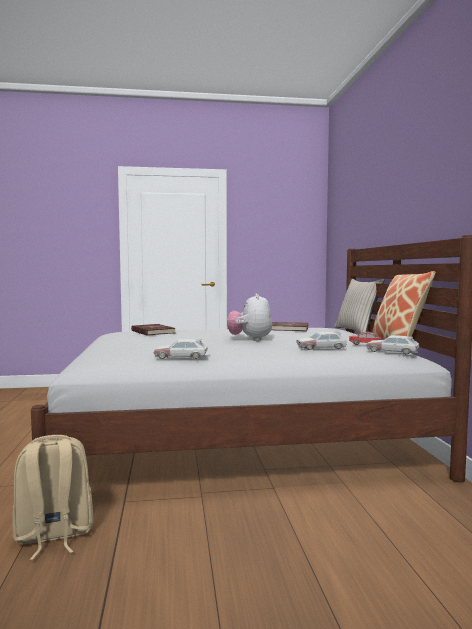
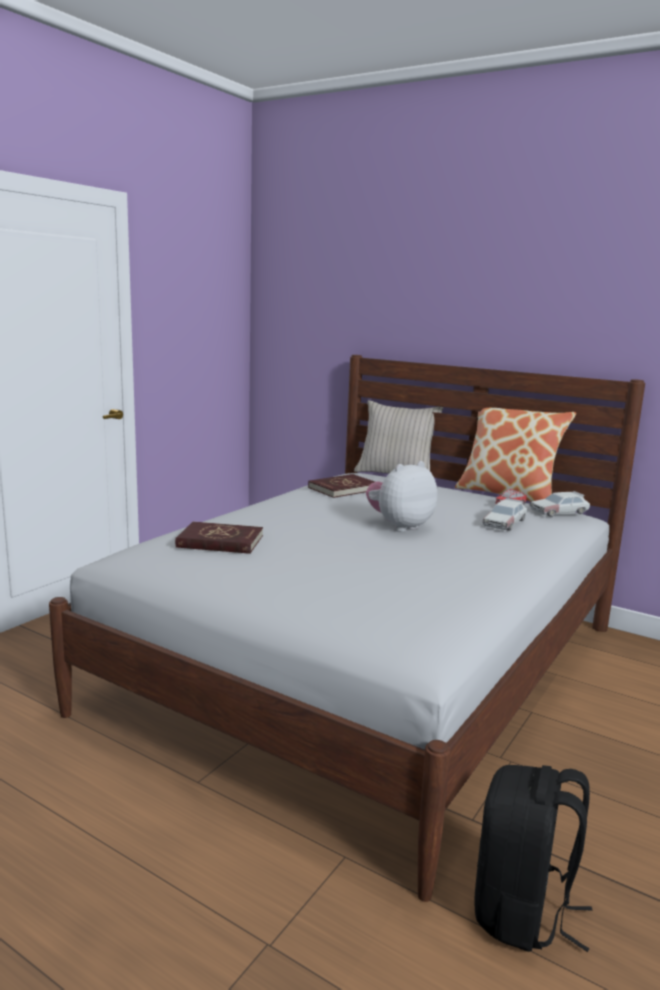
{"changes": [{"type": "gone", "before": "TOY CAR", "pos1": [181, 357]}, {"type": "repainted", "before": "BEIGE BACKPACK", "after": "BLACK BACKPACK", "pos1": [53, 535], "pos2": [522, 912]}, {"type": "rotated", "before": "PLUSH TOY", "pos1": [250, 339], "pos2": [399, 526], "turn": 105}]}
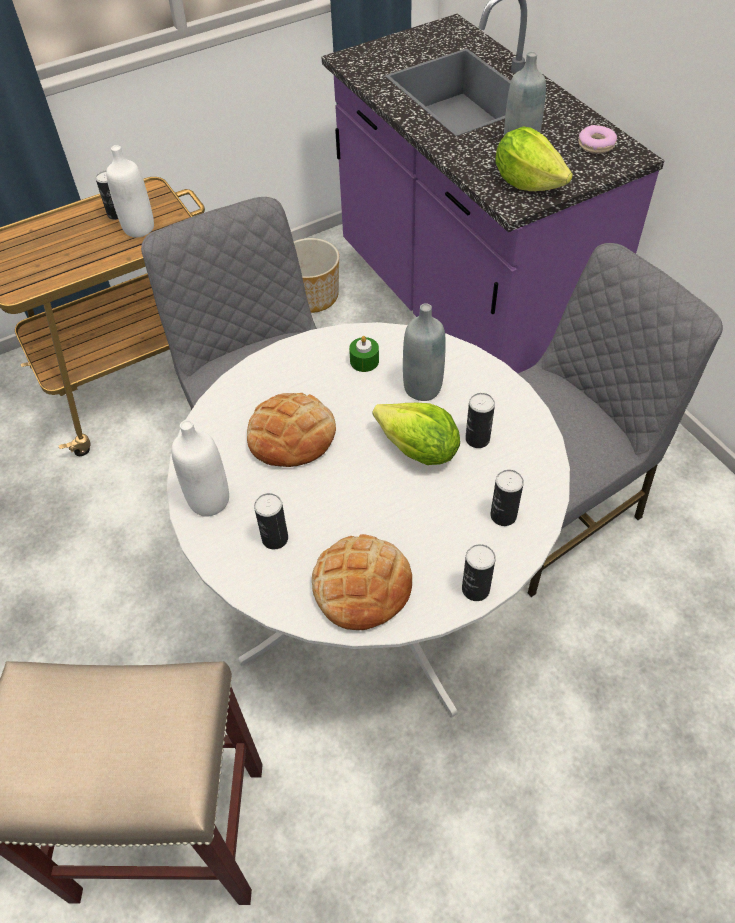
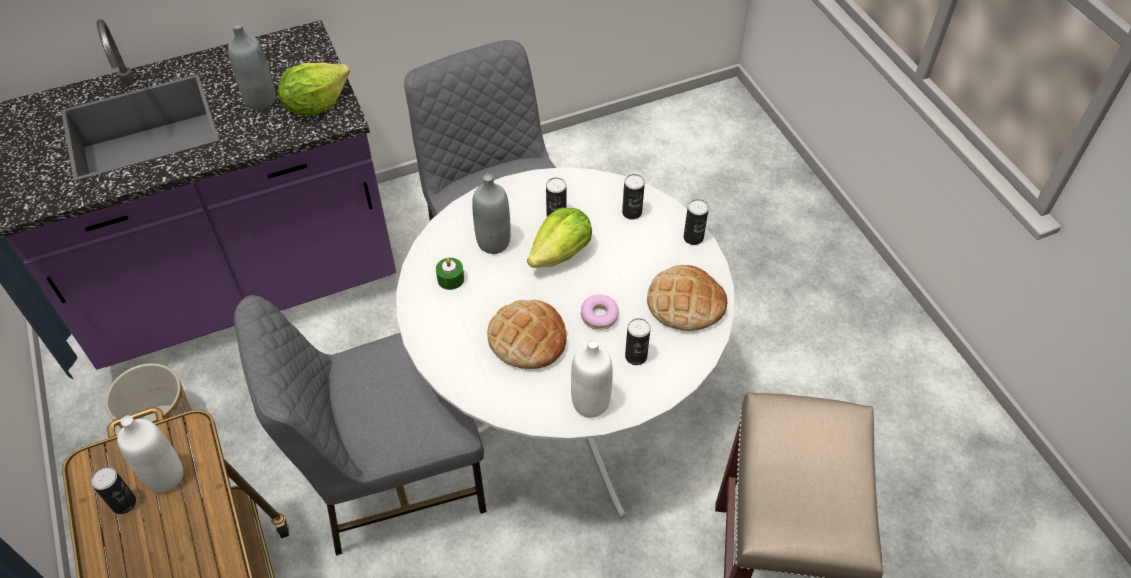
{"changes": [{"type": "shifted", "before": "DONUT", "pos1": [596, 145], "pos2": [599, 316]}]}
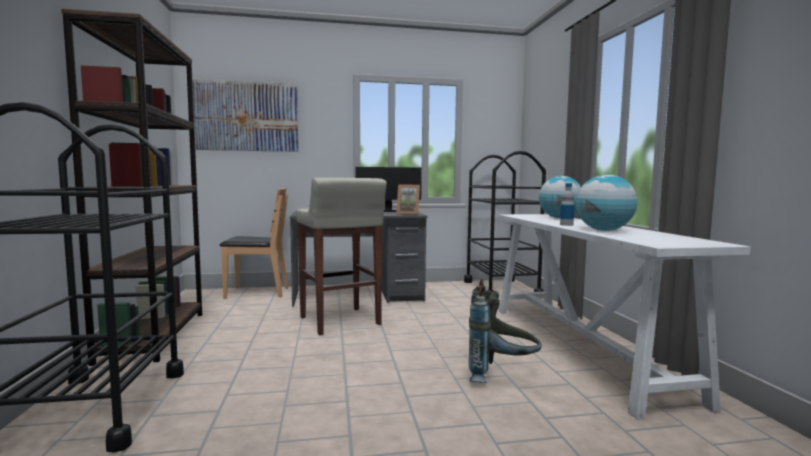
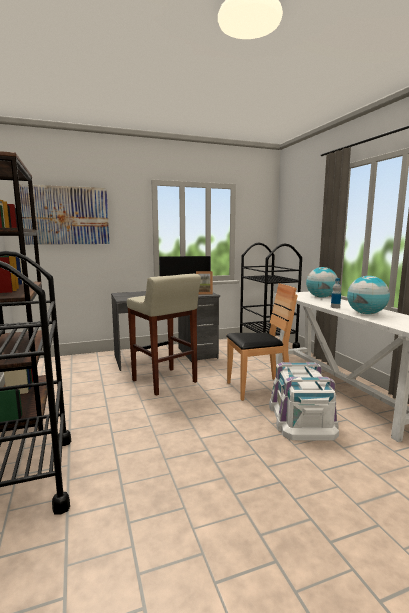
{"changes": [{"type": "shifted", "before": "BROWN CHAIR", "pos1": [256, 292], "pos2": [257, 388]}, {"type": "swapped", "before": "GREY BACKPACK", "after": "WHITE STORAGE BOX", "pos1": [500, 375], "pos2": [300, 418]}]}
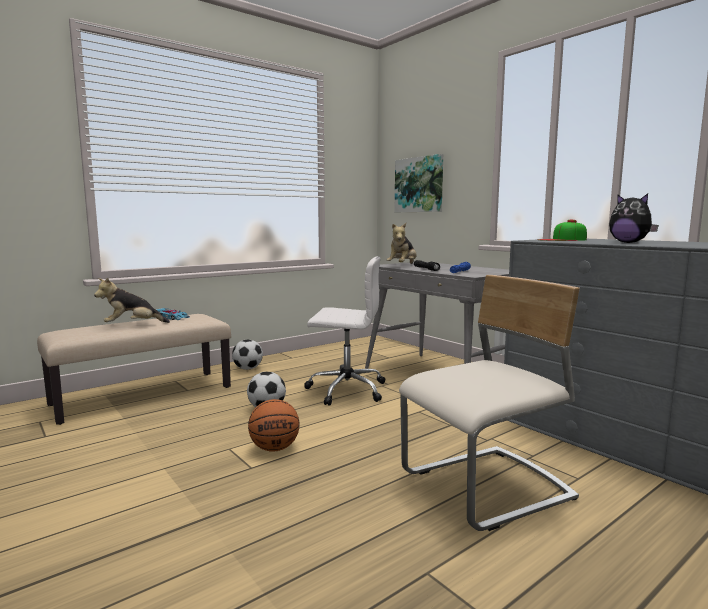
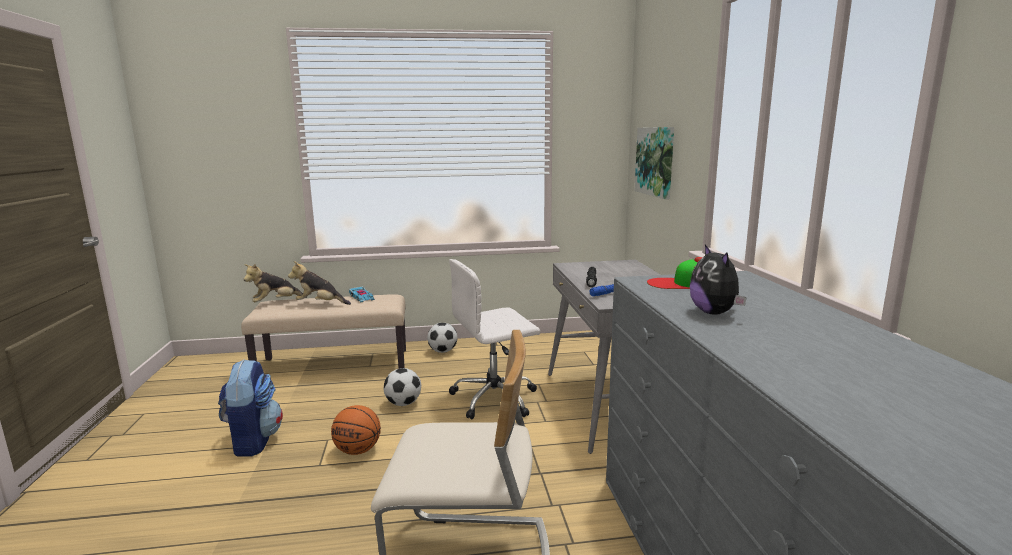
{"changes": [{"type": "new", "after": "BACKPACK", "pos2": [253, 441]}, {"type": "shifted", "before": "PLUSH TOY", "pos1": [402, 266], "pos2": [275, 303]}, {"type": "rotated", "before": "WHITE OFFICE CHAIR", "pos1": [345, 390], "pos2": [495, 398], "turn": 120}]}
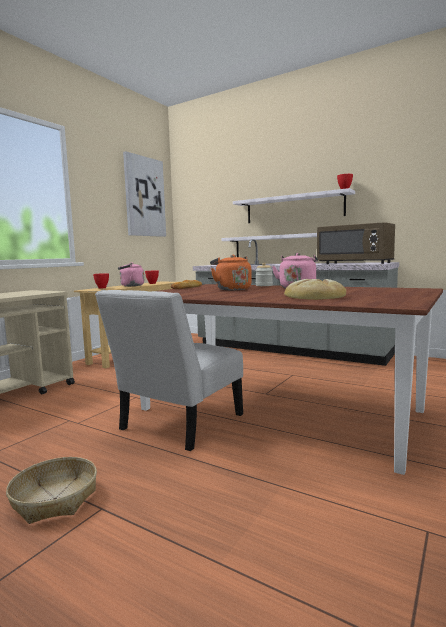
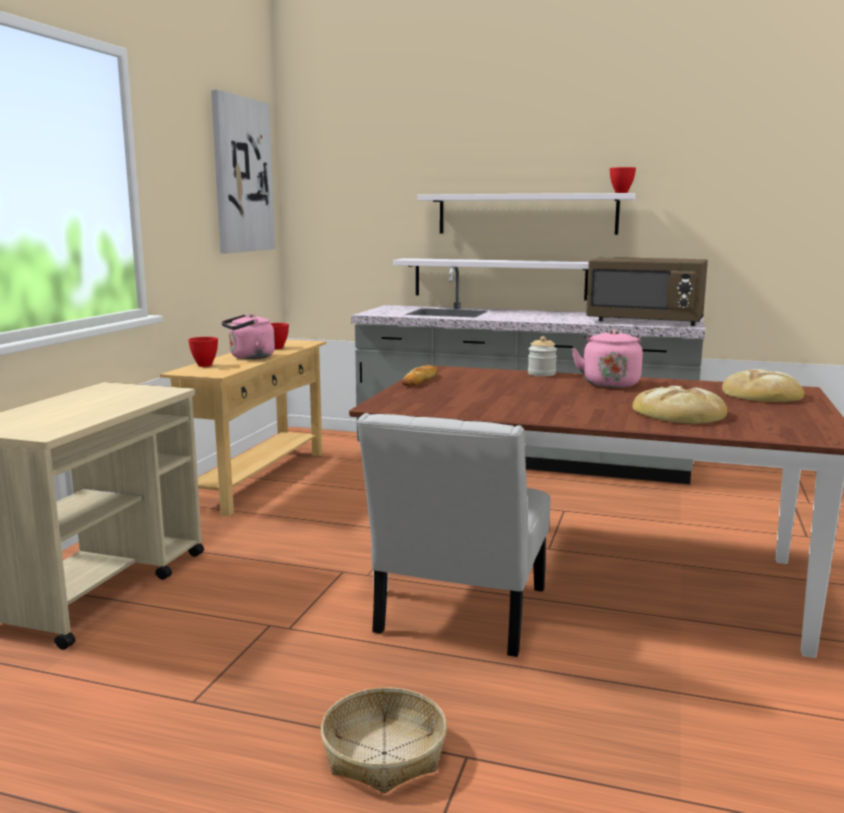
{"changes": [{"type": "gone", "before": "ORANGE KETTLE", "pos1": [232, 289]}, {"type": "new", "after": "BREAD", "pos2": [762, 394]}]}
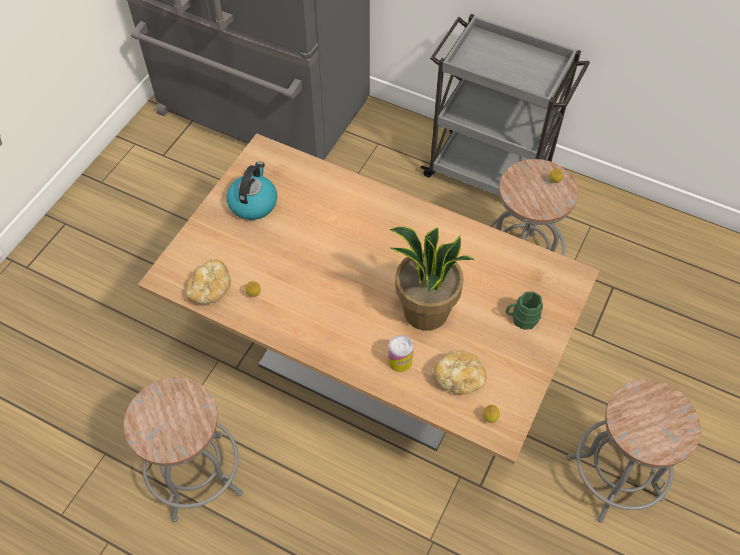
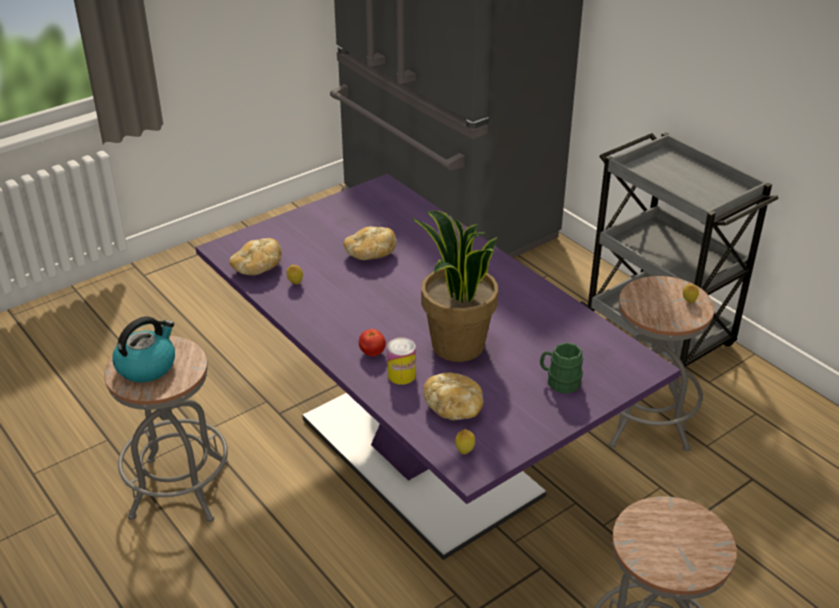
{"changes": [{"type": "new", "after": "BREAD", "pos2": [370, 254]}, {"type": "new", "after": "TOMATO", "pos2": [372, 352]}, {"type": "shifted", "before": "KETTLE", "pos1": [253, 203], "pos2": [147, 366]}, {"type": "repainted", "before": "BROWN DINING TABLE", "after": "PURPLE DINING TABLE", "pos1": [369, 364], "pos2": [419, 456]}]}
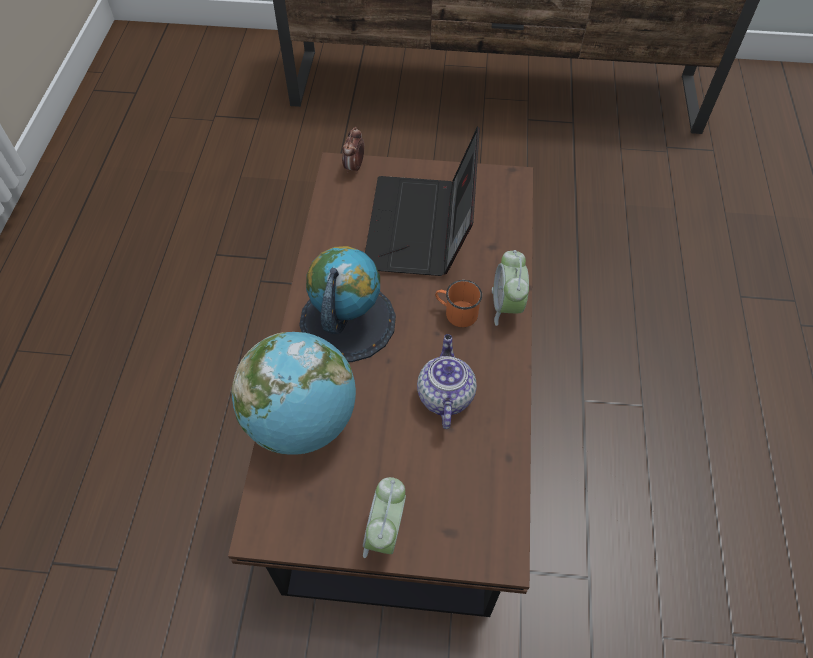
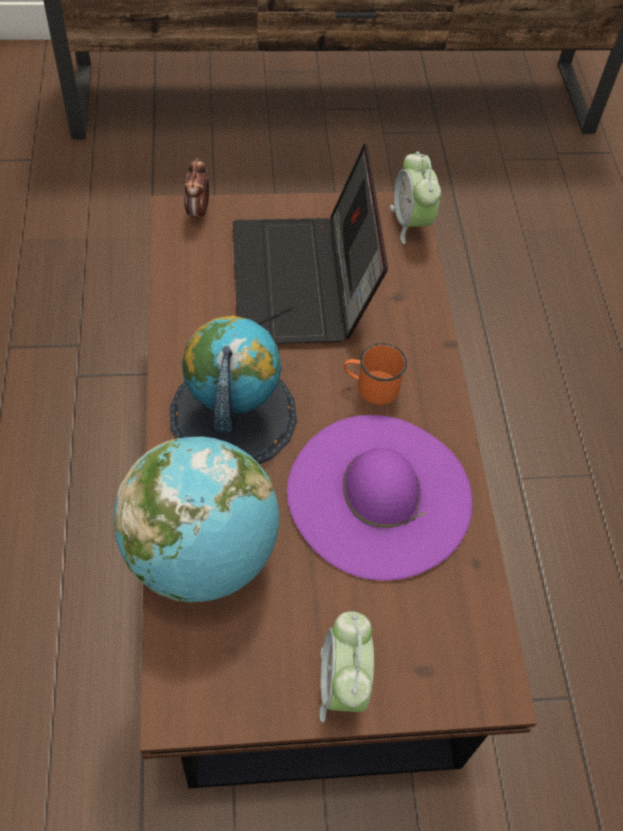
{"changes": [{"type": "shifted", "before": "ALARM CLOCK", "pos1": [507, 306], "pos2": [411, 222]}, {"type": "swapped", "before": "TEAPOT", "after": "PURPLE HAT", "pos1": [444, 395], "pos2": [379, 494]}]}
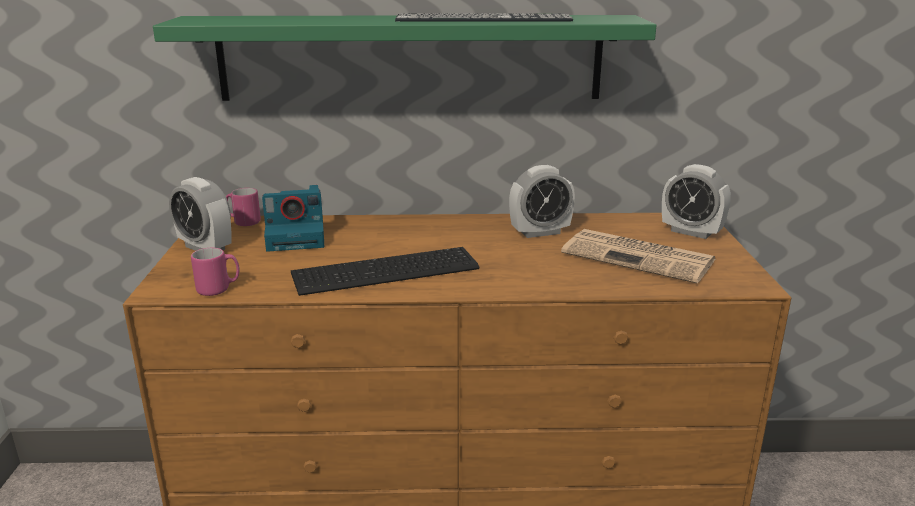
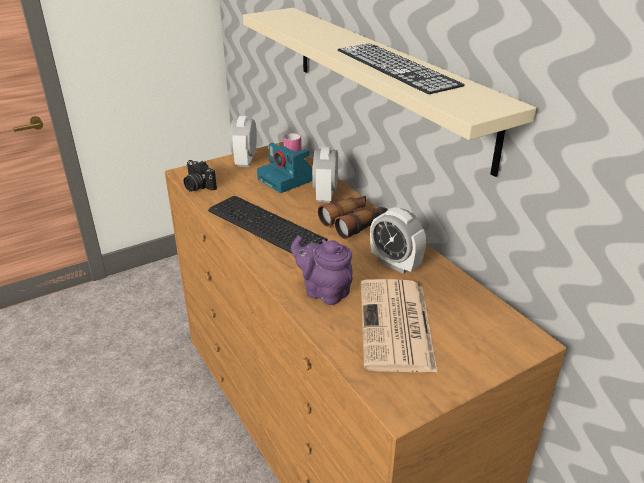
{"changes": [{"type": "new", "after": "PURPLE TEAPOT", "pos2": [324, 291]}, {"type": "new", "after": "BINOCULARS", "pos2": [354, 223]}, {"type": "shifted", "before": "ALARM CLOCK", "pos1": [691, 232], "pos2": [325, 195]}, {"type": "swapped", "before": "PINK MUG", "after": "PHOTO CAMERA", "pos1": [219, 289], "pos2": [198, 186]}, {"type": "repainted", "before": "GREEN SHELF", "after": "BEIGE SHELF", "pos1": [410, 58], "pos2": [385, 81]}]}
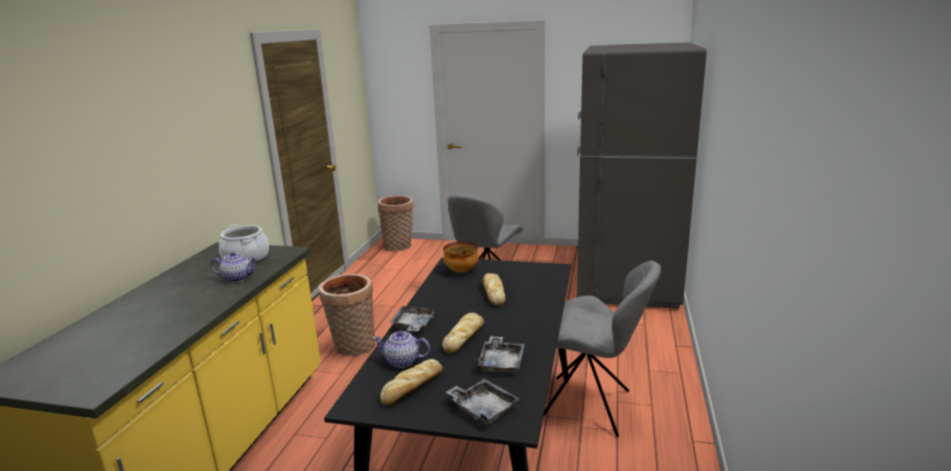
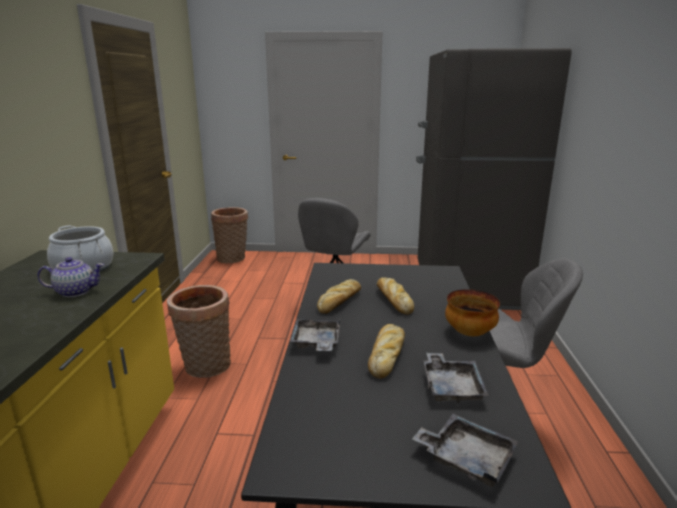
{"changes": [{"type": "gone", "before": "TEAPOT", "pos1": [403, 361]}, {"type": "shifted", "before": "BREAD", "pos1": [412, 388], "pos2": [339, 301]}, {"type": "shifted", "before": "BOWL", "pos1": [462, 271], "pos2": [470, 333]}]}
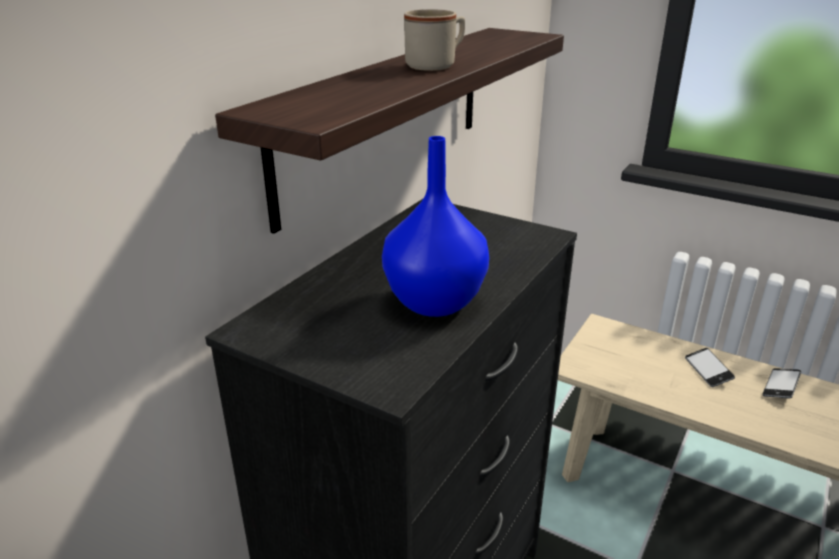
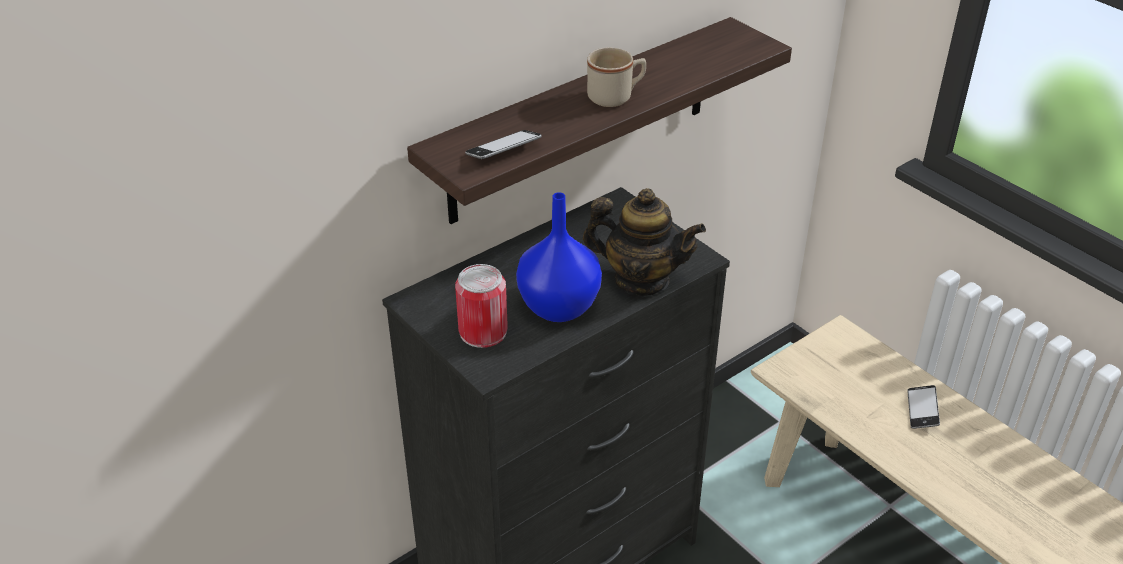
{"changes": [{"type": "new", "after": "CAN", "pos2": [483, 331]}, {"type": "new", "after": "TEAPOT", "pos2": [641, 280]}, {"type": "shifted", "before": "PHONE", "pos1": [780, 387], "pos2": [503, 150]}]}
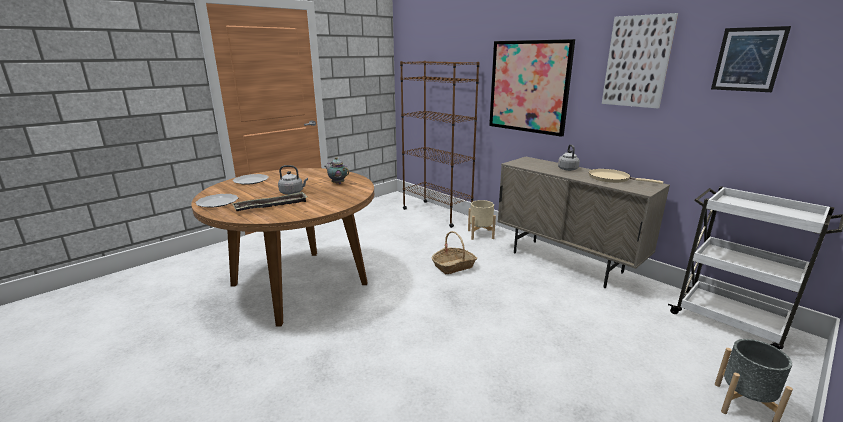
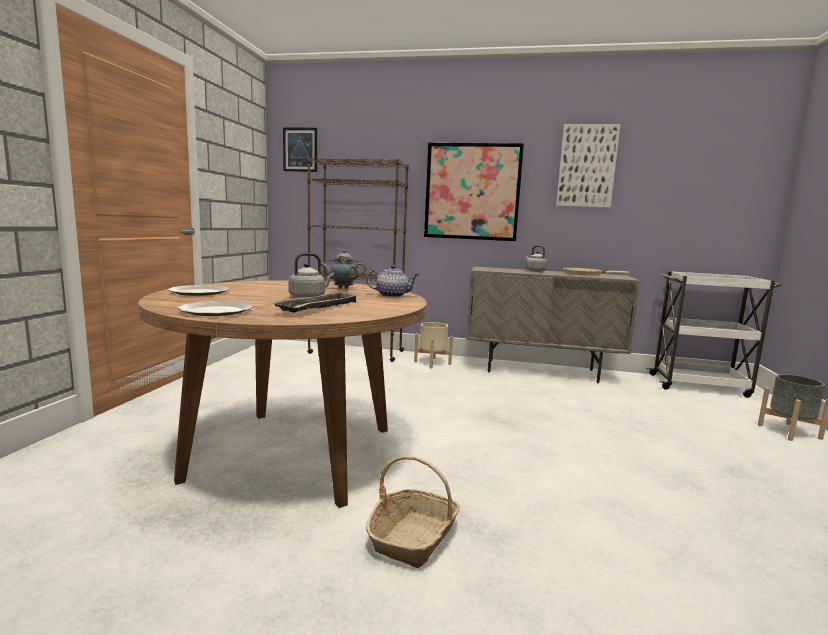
{"changes": [{"type": "new", "after": "TEAPOT", "pos2": [392, 295]}, {"type": "shifted", "before": "BASKET", "pos1": [454, 266], "pos2": [414, 537]}, {"type": "shifted", "before": "PICTURE", "pos1": [748, 59], "pos2": [300, 149]}]}
